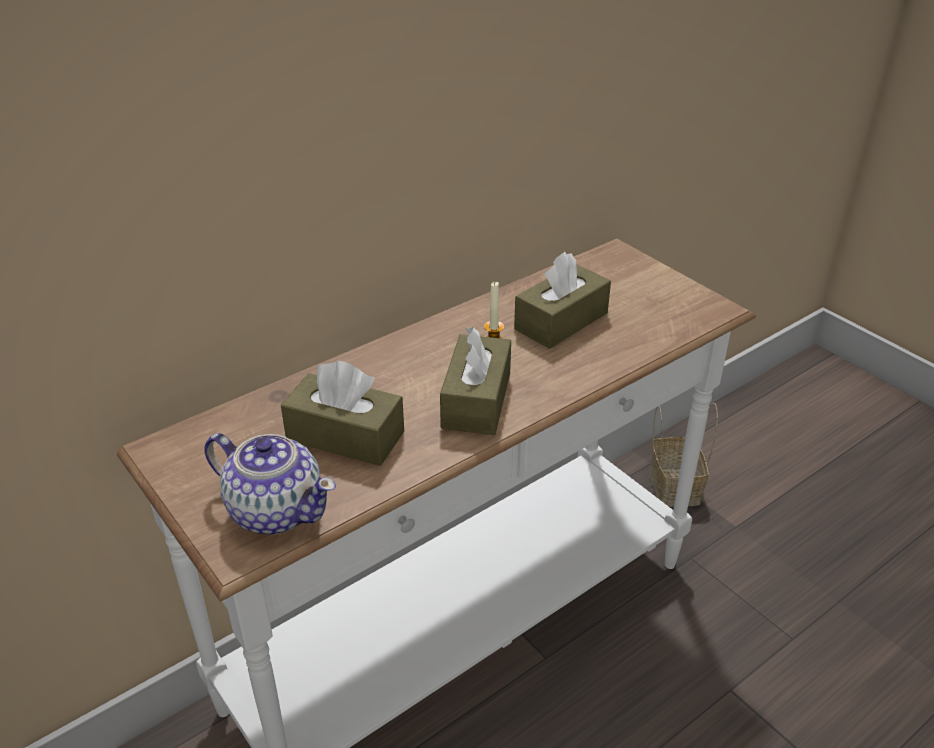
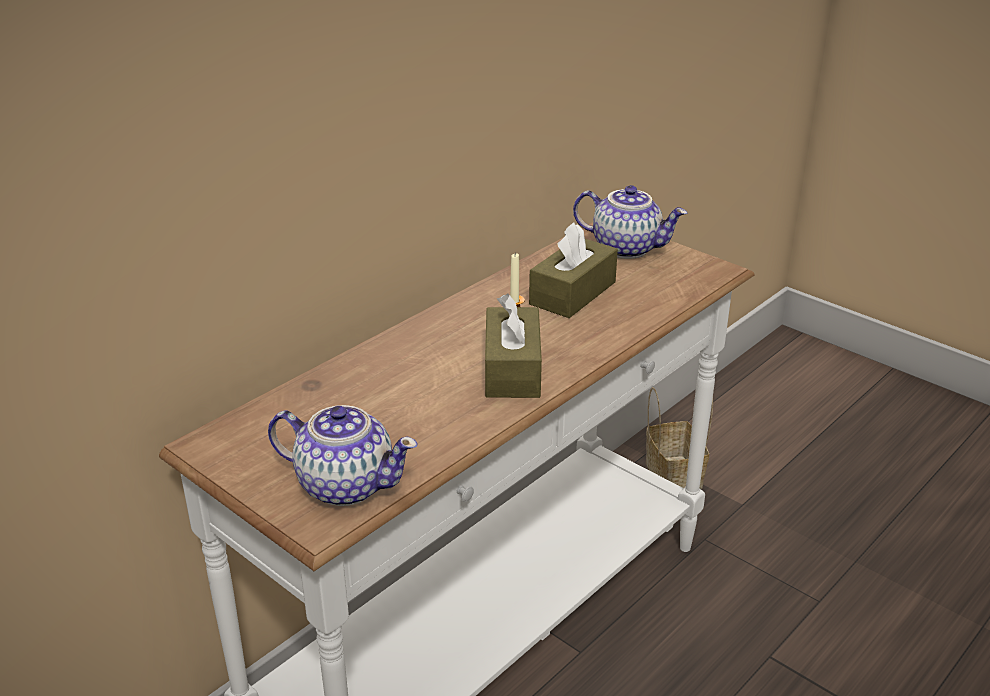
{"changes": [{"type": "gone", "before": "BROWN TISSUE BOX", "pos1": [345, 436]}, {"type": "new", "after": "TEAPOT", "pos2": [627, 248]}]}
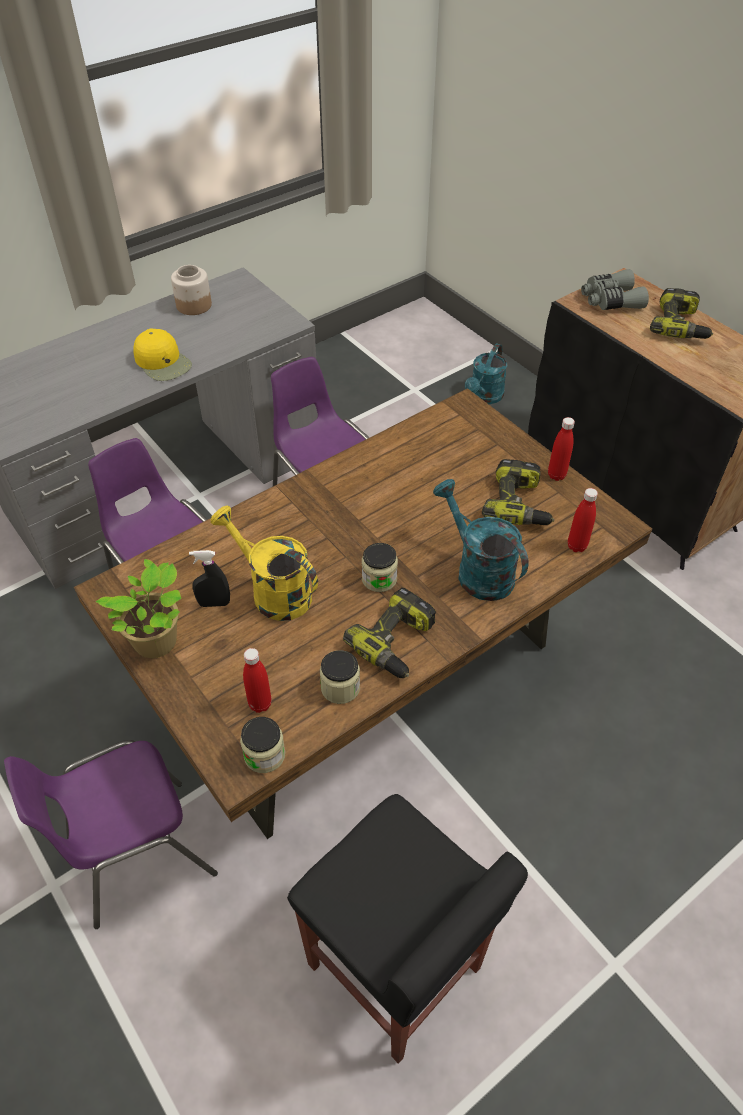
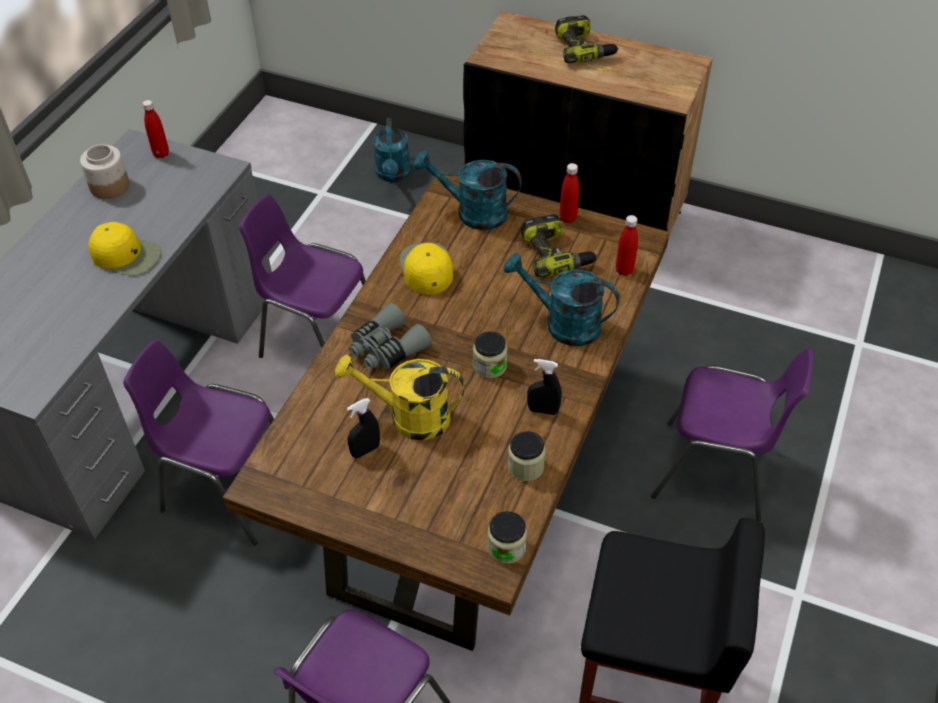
{"changes": [{"type": "gone", "before": "POTTED PLANT", "pos1": [158, 642]}, {"type": "new", "after": "YELLOW CAP", "pos2": [426, 268]}, {"type": "new", "after": "TURQUOISE WATERING CAN", "pos2": [472, 212]}, {"type": "new", "after": "PURPLE CHAIR", "pos2": [715, 473]}, {"type": "shifted", "before": "RED BOTTLE", "pos1": [260, 704], "pos2": [161, 154]}, {"type": "shifted", "before": "GREY BINOCULARS", "pos1": [610, 300], "pos2": [386, 348]}, {"type": "swapped", "before": "POWER DRILL", "after": "BLACK SPRAY BOTTLE", "pos1": [397, 643], "pos2": [543, 410]}]}
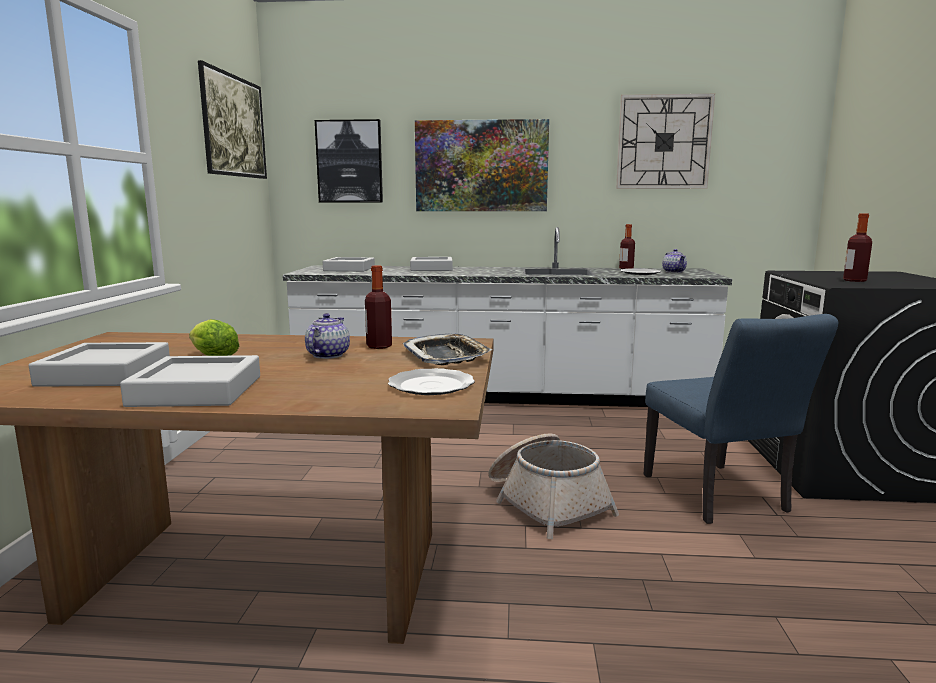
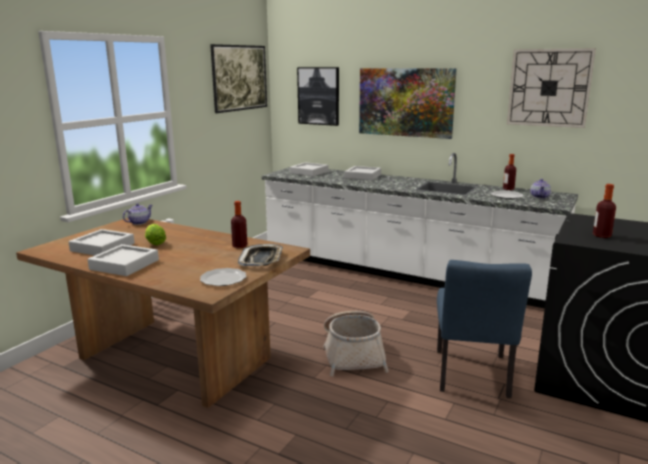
{"changes": [{"type": "shifted", "before": "TEAPOT", "pos1": [327, 355], "pos2": [139, 222]}]}
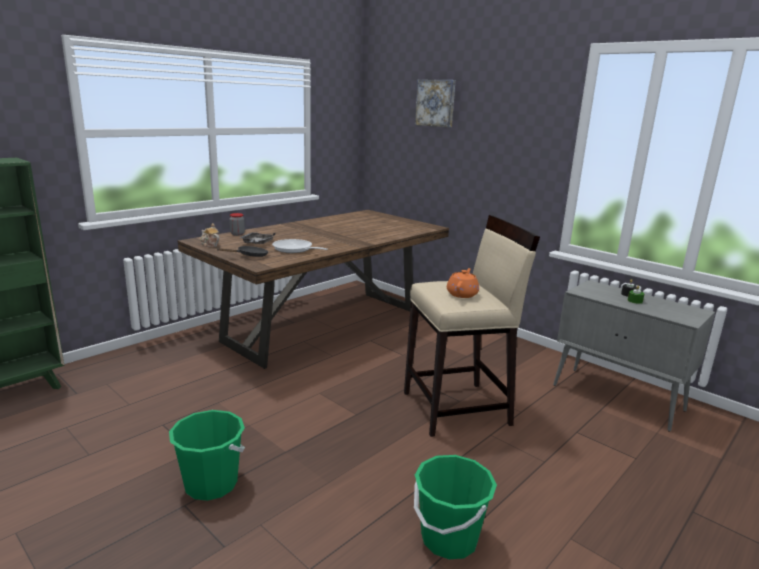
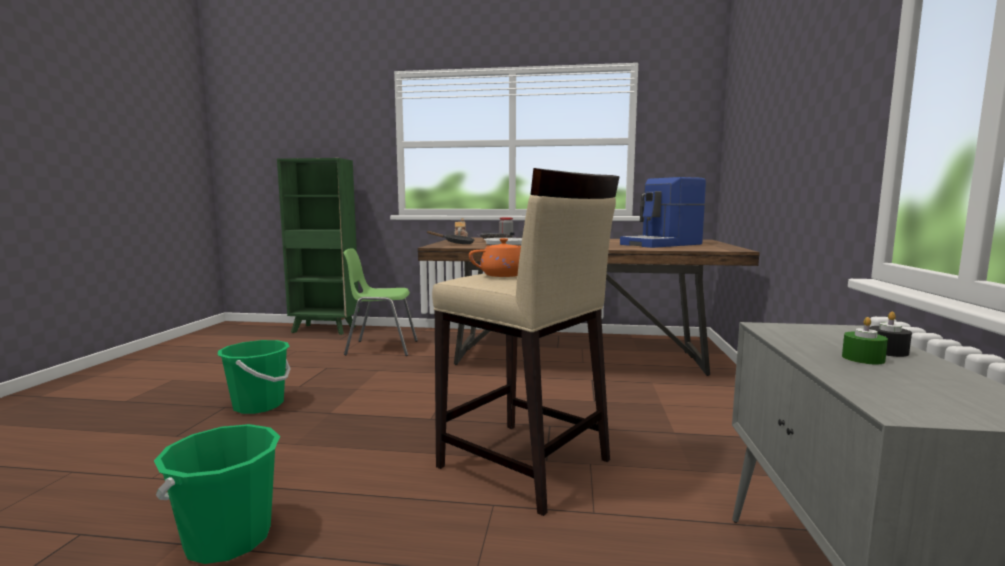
{"changes": [{"type": "gone", "before": "PICTURE", "pos1": [436, 103]}, {"type": "new", "after": "GREEN CHAIR", "pos2": [381, 348]}, {"type": "new", "after": "COFFEE MACHINE", "pos2": [662, 244]}]}
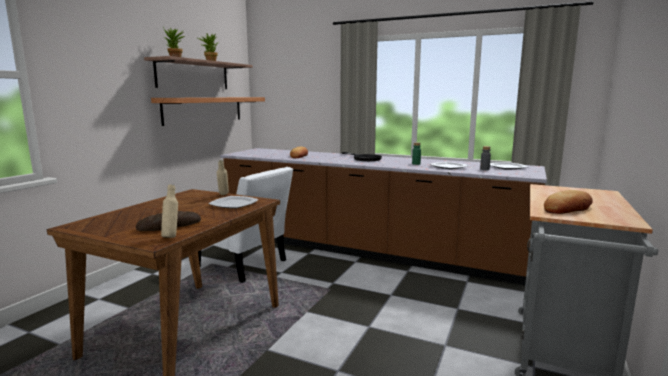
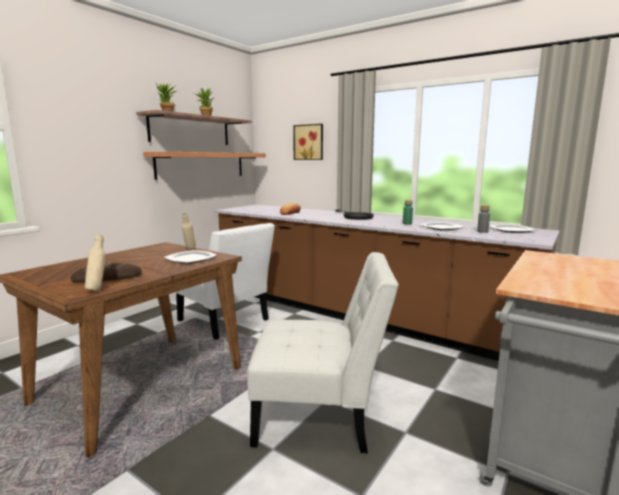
{"changes": [{"type": "gone", "before": "BREAD", "pos1": [567, 208]}, {"type": "new", "after": "WHITE CHAIR", "pos2": [320, 416]}, {"type": "new", "after": "PICTURE", "pos2": [309, 142]}]}
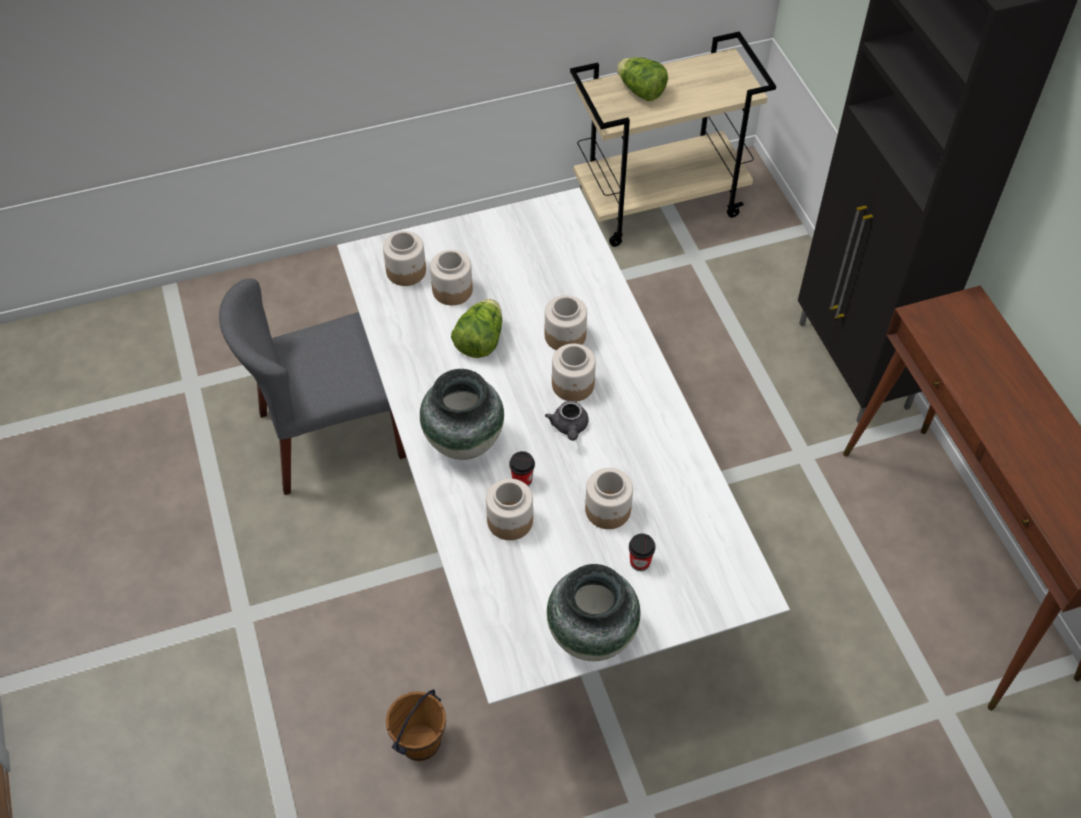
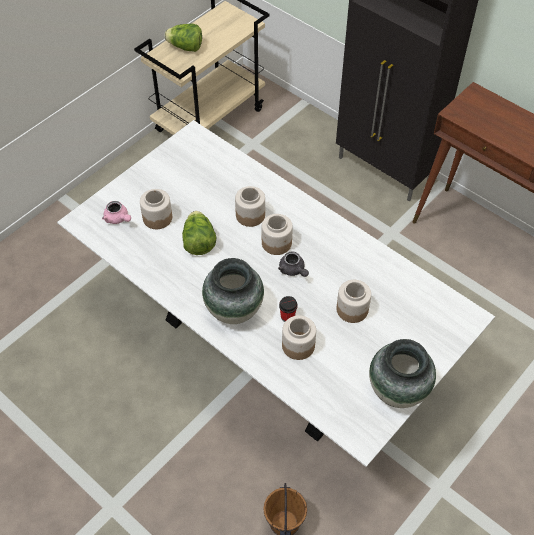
{"changes": [{"type": "gone", "before": "GREY CHAIR", "pos1": [330, 436]}, {"type": "gone", "before": "CUP", "pos1": [640, 562]}, {"type": "swapped", "before": "JAR", "after": "PINK TEAPOT", "pos1": [406, 271], "pos2": [118, 219]}]}
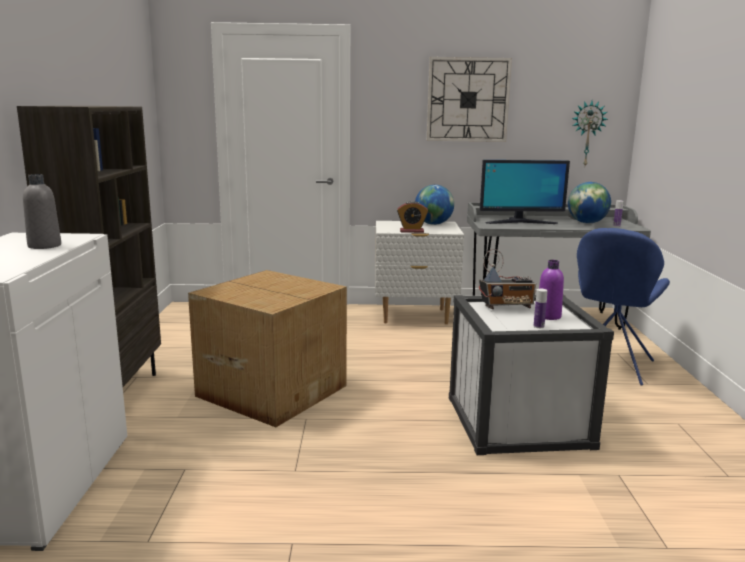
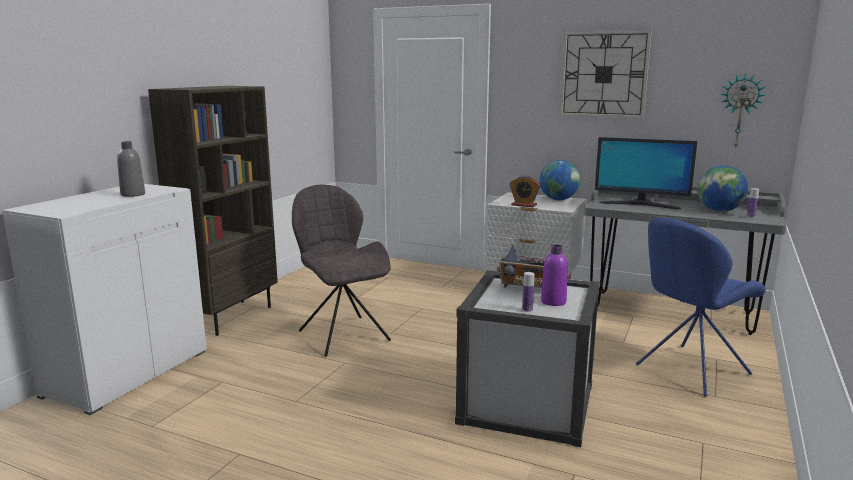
{"changes": [{"type": "swapped", "before": "CARDBOARD BOX", "after": "GREY CHAIR", "pos1": [272, 390], "pos2": [342, 334]}]}
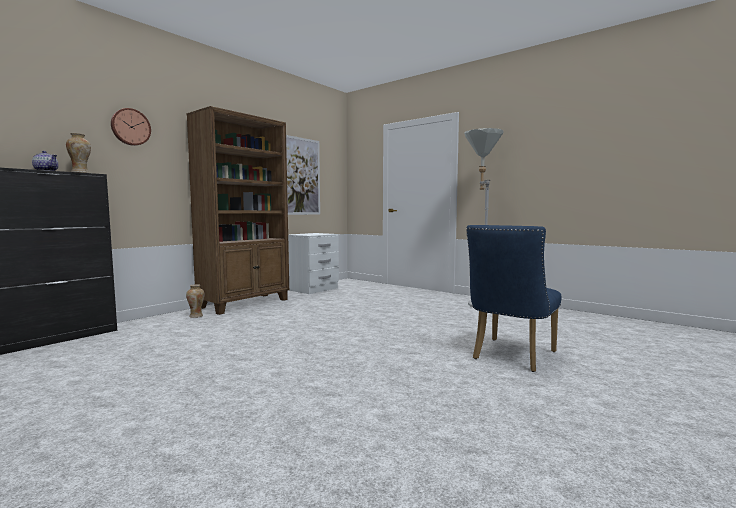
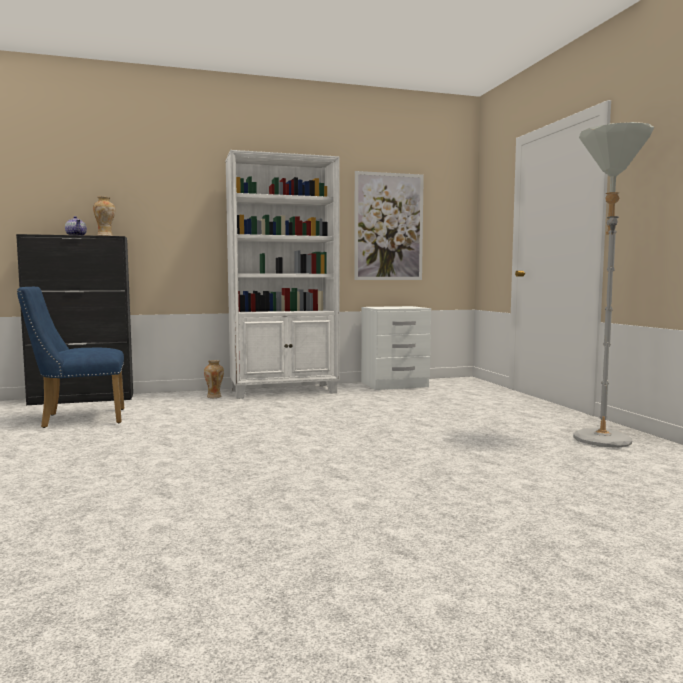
{"changes": [{"type": "gone", "before": "WALL CLOCK", "pos1": [130, 127]}, {"type": "shifted", "before": "BLUE CHAIR", "pos1": [510, 356], "pos2": [77, 419]}, {"type": "repainted", "before": "BROWN BOOKCASE", "after": "WHITE BOOKCASE", "pos1": [245, 303], "pos2": [284, 391]}]}
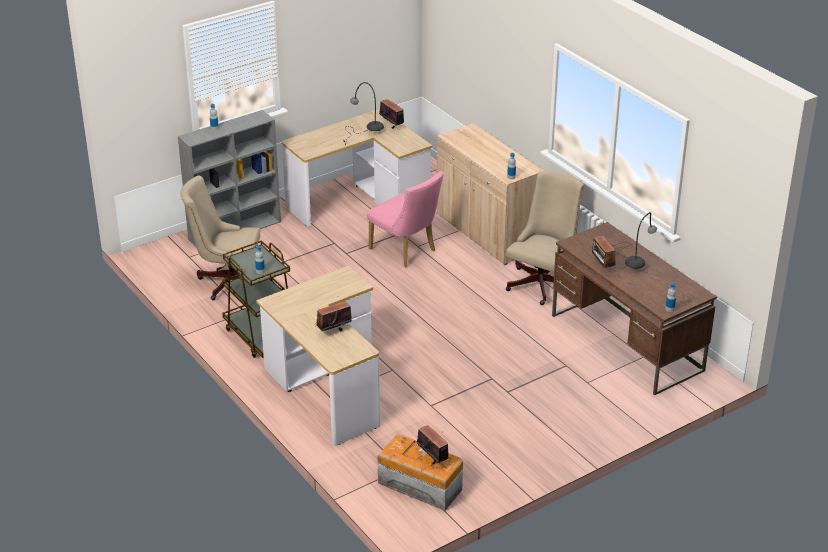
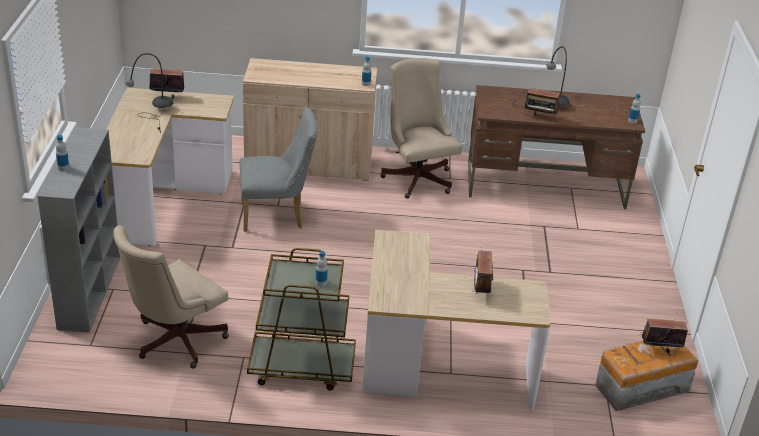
{"changes": [{"type": "repainted", "before": "PINK CHAIR", "after": "GREY CHAIR", "pos1": [406, 251], "pos2": [277, 215]}]}
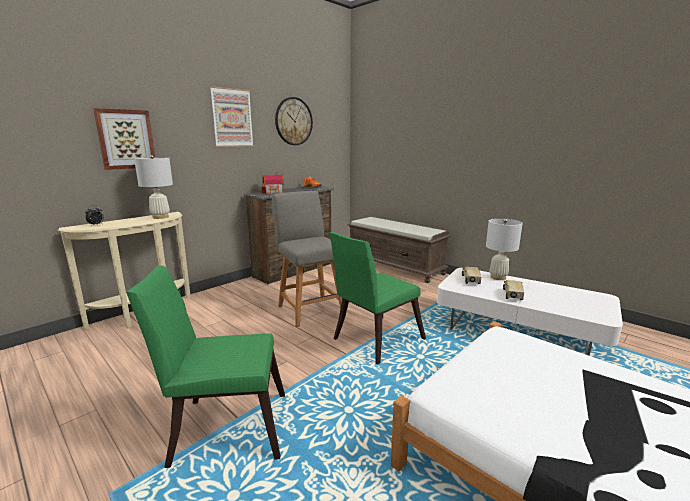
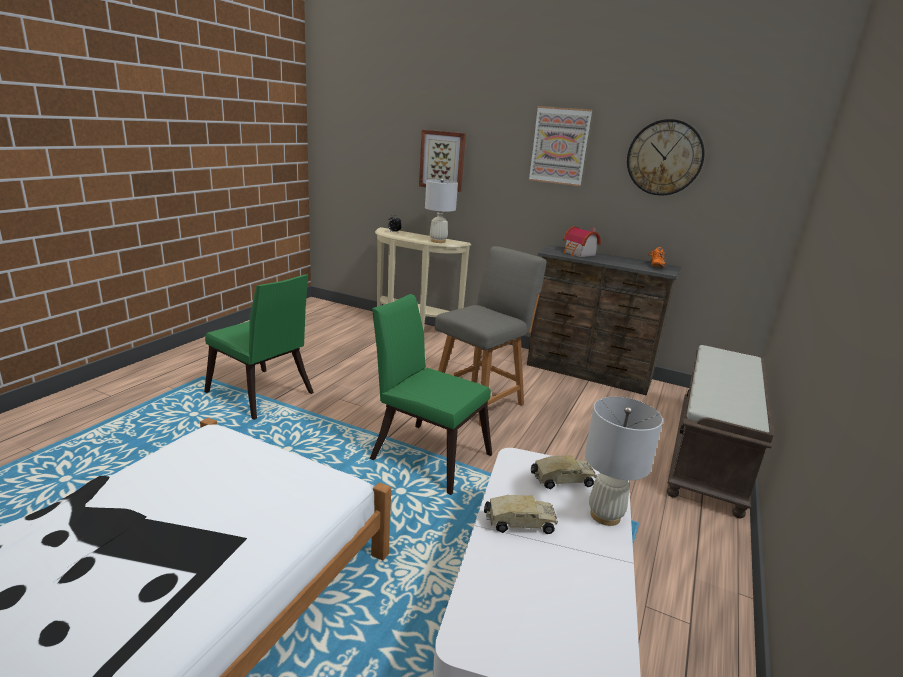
{"changes": [{"type": "rotated", "before": "GREEN CHAIR", "pos1": [223, 427], "pos2": [262, 396], "turn": 150}]}
